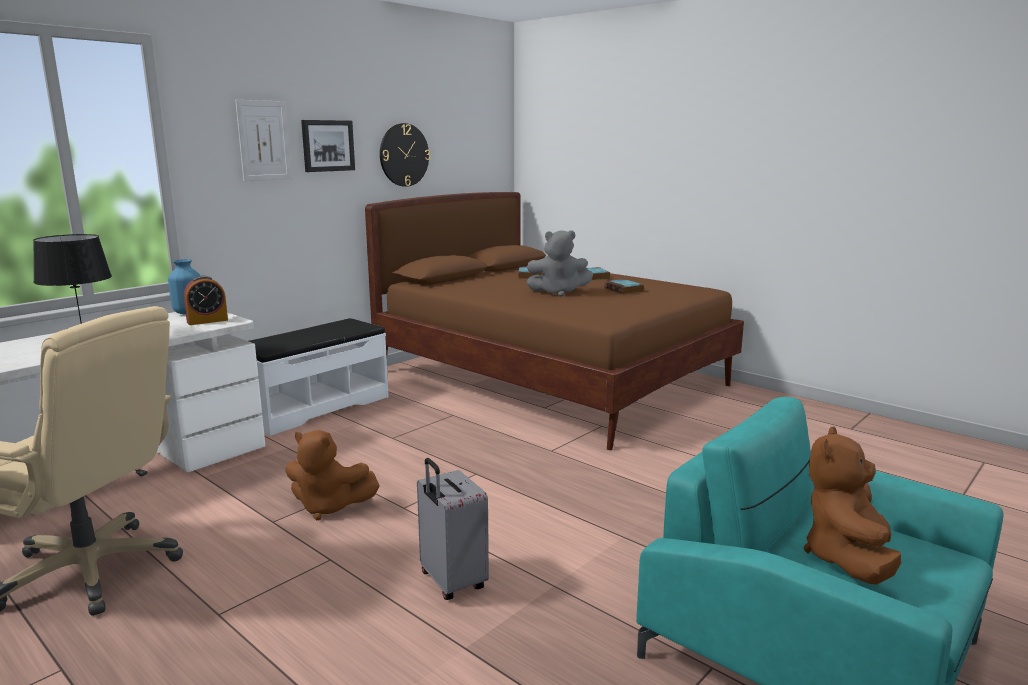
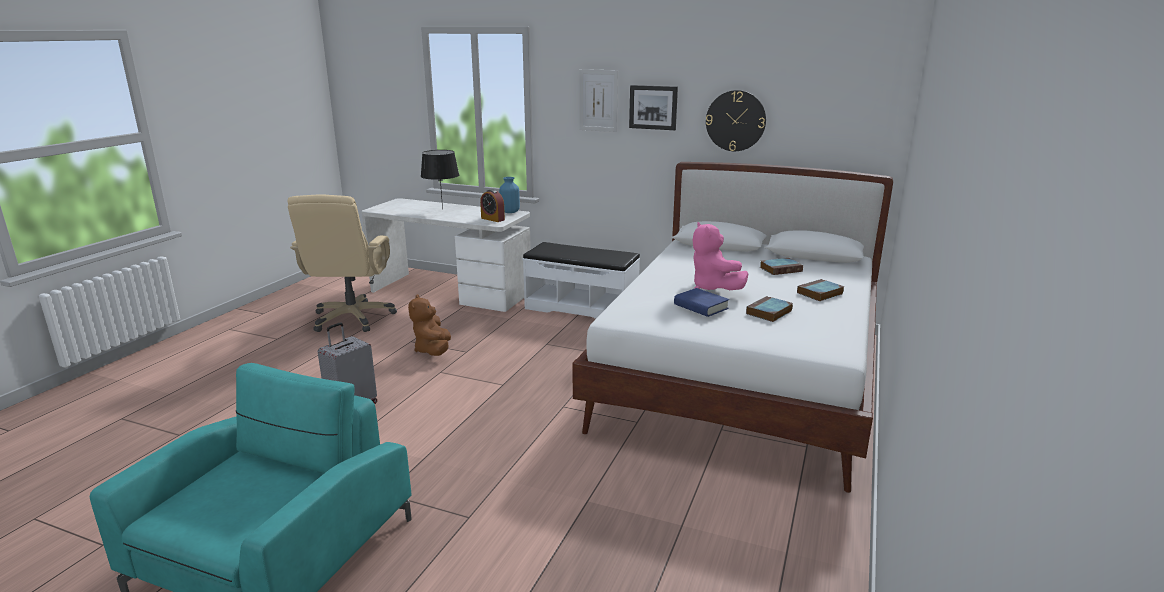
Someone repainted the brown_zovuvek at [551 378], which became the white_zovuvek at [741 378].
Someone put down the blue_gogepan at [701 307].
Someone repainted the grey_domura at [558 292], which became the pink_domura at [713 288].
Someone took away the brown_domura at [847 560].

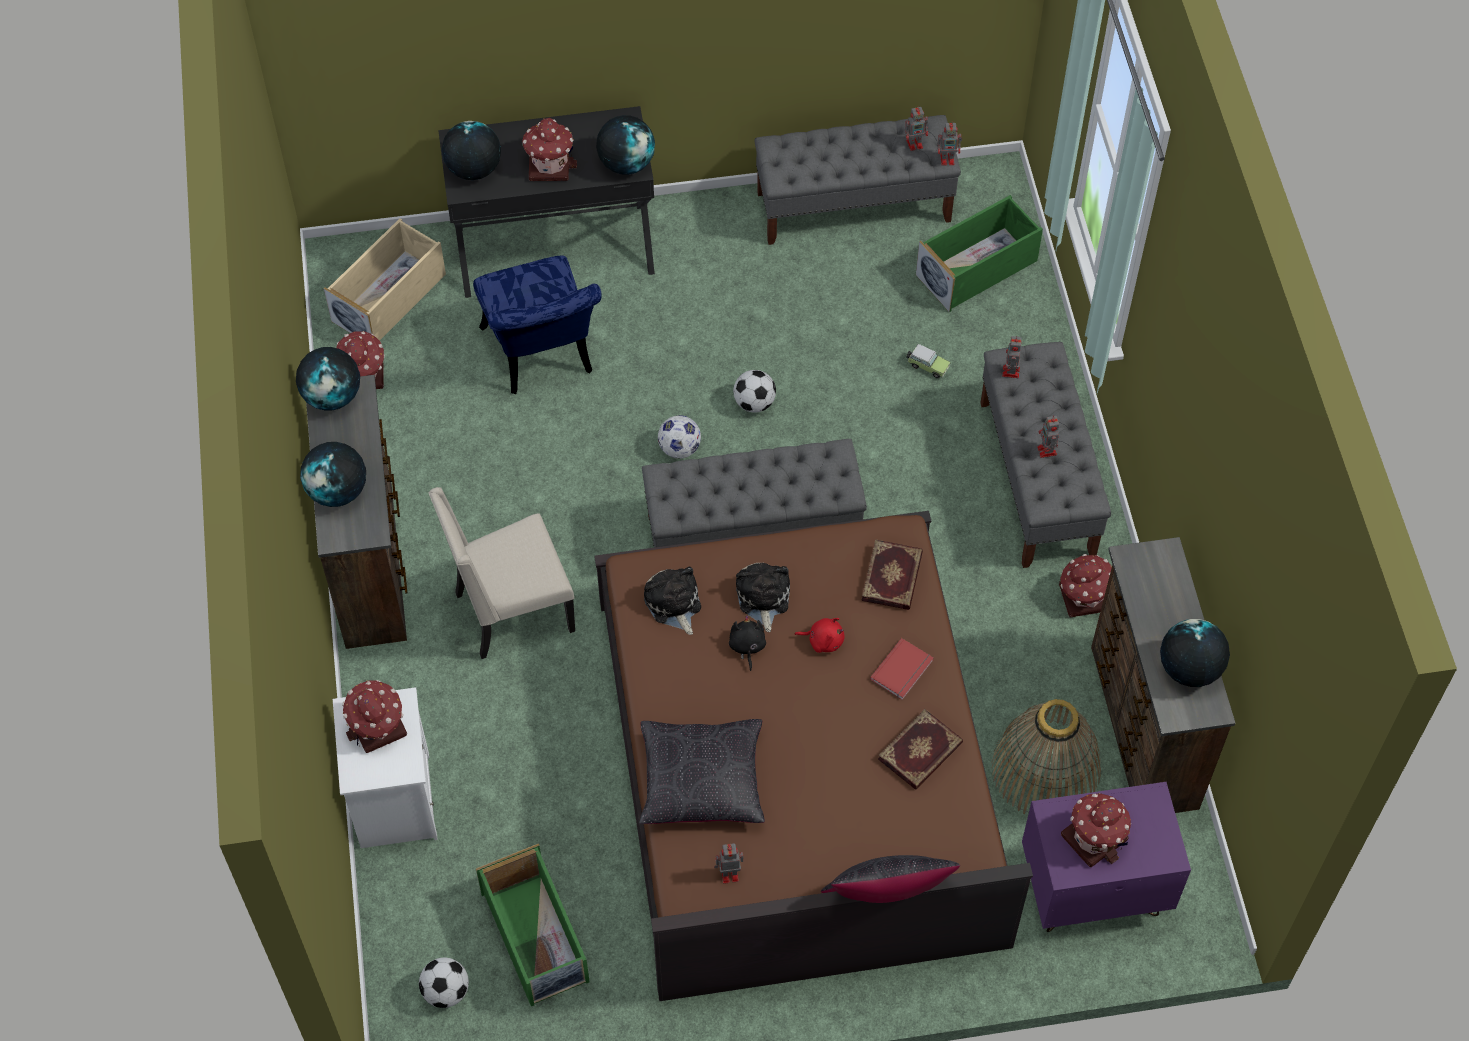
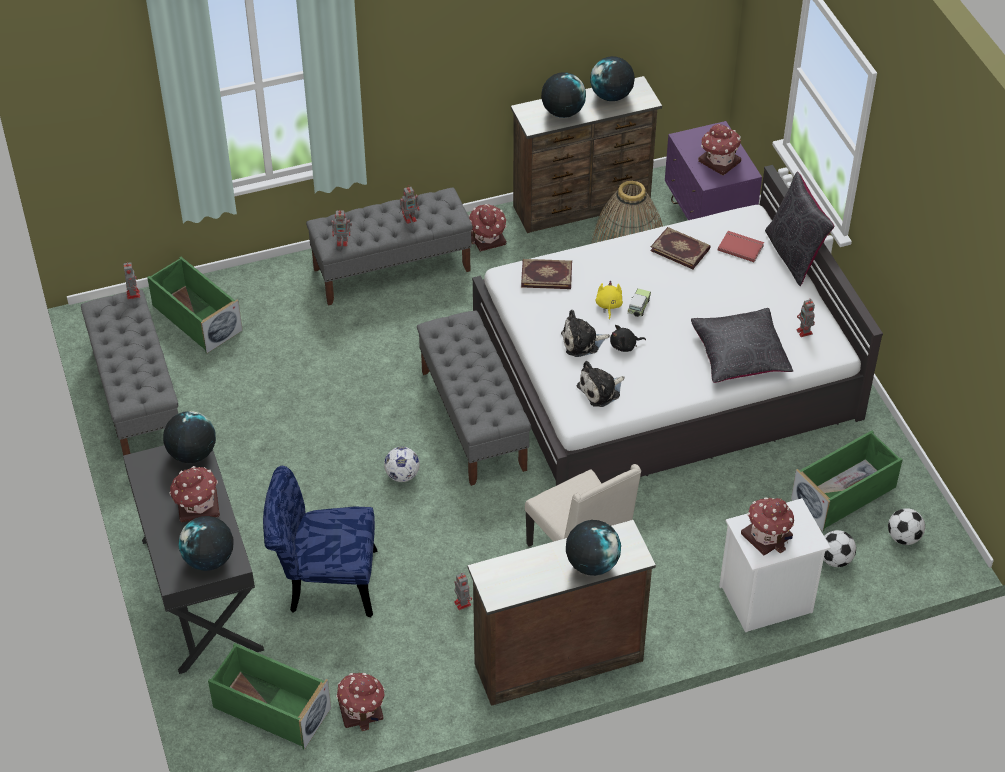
Someone repainted the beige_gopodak at [390 297], which became the green_gopodak at [270 708].
Someone rotated the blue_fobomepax at [541 358] by 150 degrees counterclockwise.
Someone carried the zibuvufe from [915 143] to [462 602].
Someone repainted the brown_zovuvek at [797 768], which became the white_zovuvek at [665 371].
Someone carried the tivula from [332 396] to [562 112].
Someone repainted the red_domura at [823 640], which became the yellow_domura at [608 306].
Someone carried the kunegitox from [927 366] to [638 308].
Someone carried the red_gogepan from [903 671] to [741 247].
Someone carried the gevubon from [754 403] to [835 559].

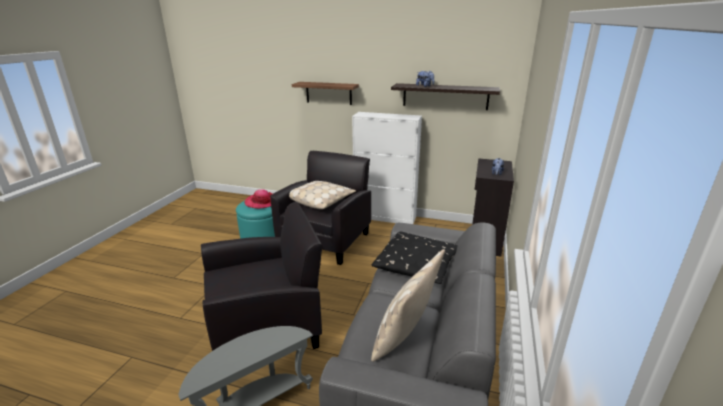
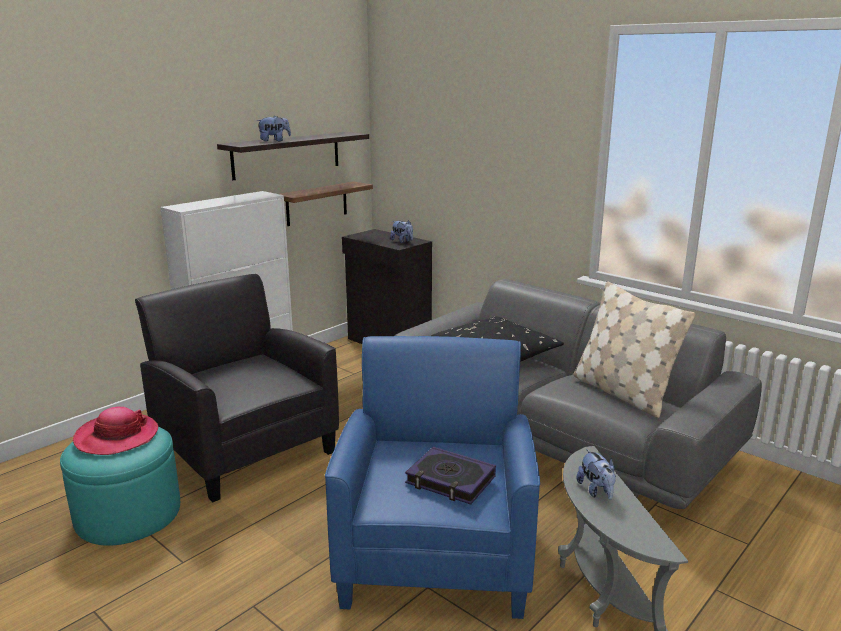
Someone carried the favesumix from [328 93] to [316 203].
Someone repainted the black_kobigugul at [266 327], which became the blue_kobigugul at [436 554].
Someone put down the gogepan at [450 480].
Someone put down the domura at [596 491].
Someone took away the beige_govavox at [320 200].

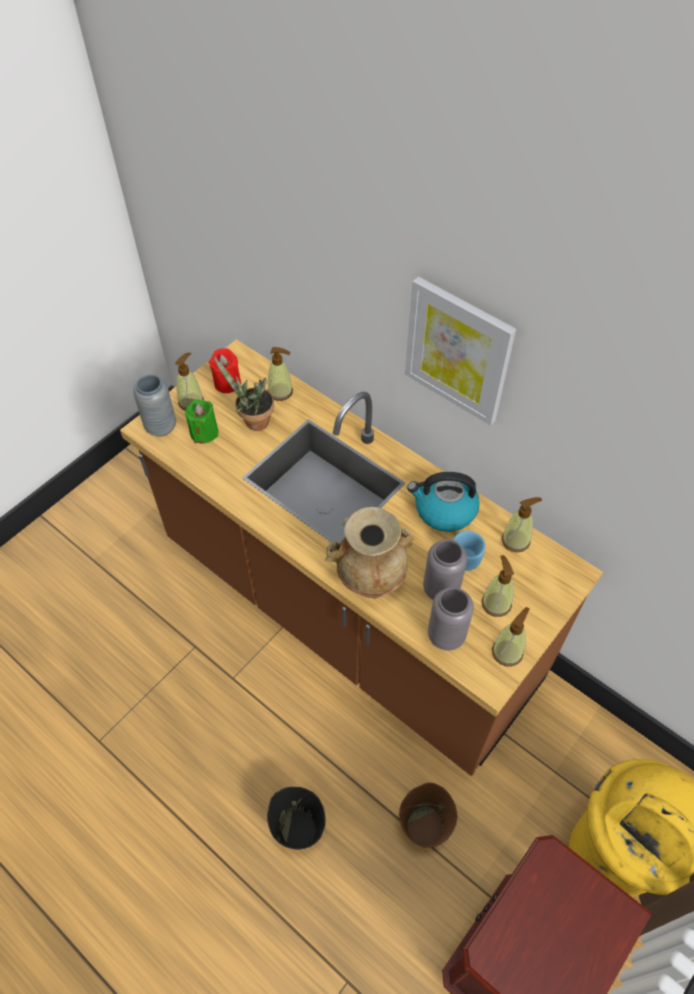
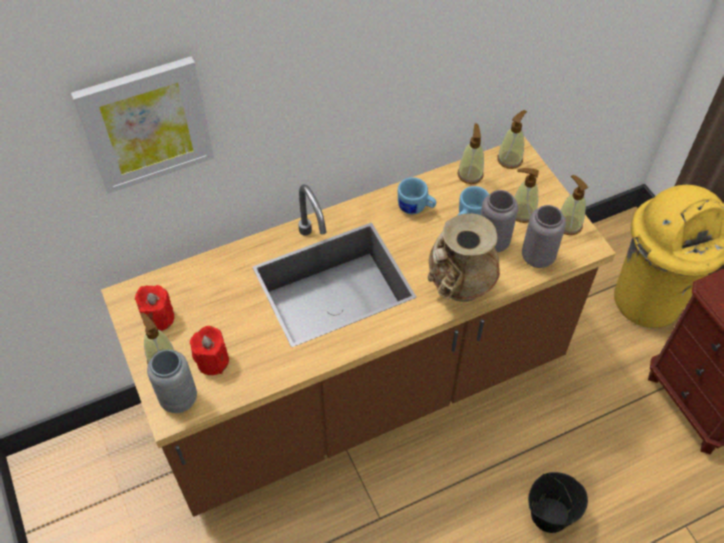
Someone carried the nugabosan from [458 351] to [146 124].
Someone repainted the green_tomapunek at [204 432], which became the red_tomapunek at [212 361].
Someone swapped the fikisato at [444 510] for the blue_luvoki at [416 208].
Someone carried the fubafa from [280 392] to [510 159].
Someone took away the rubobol at [253 422].
Someone took away the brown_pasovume at [424 826].

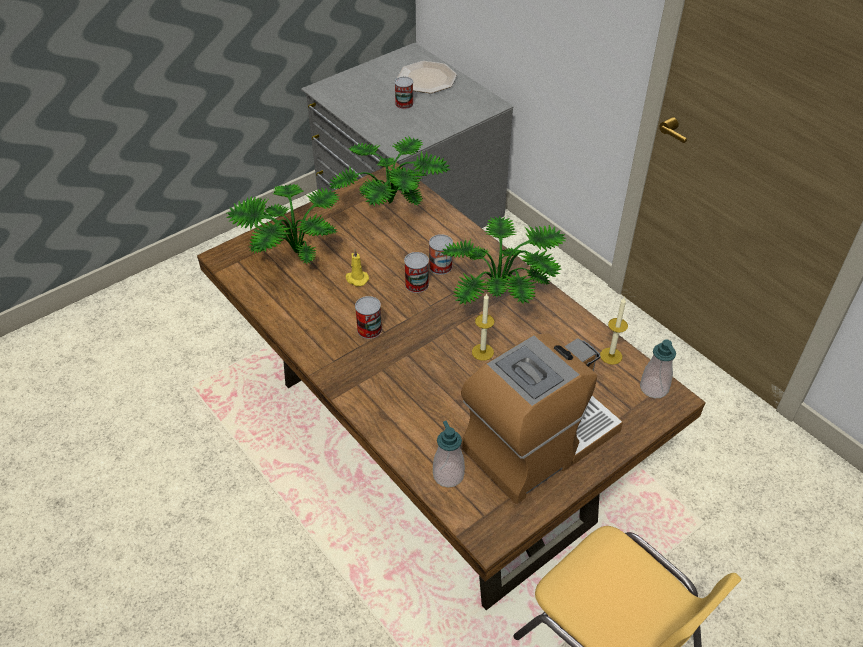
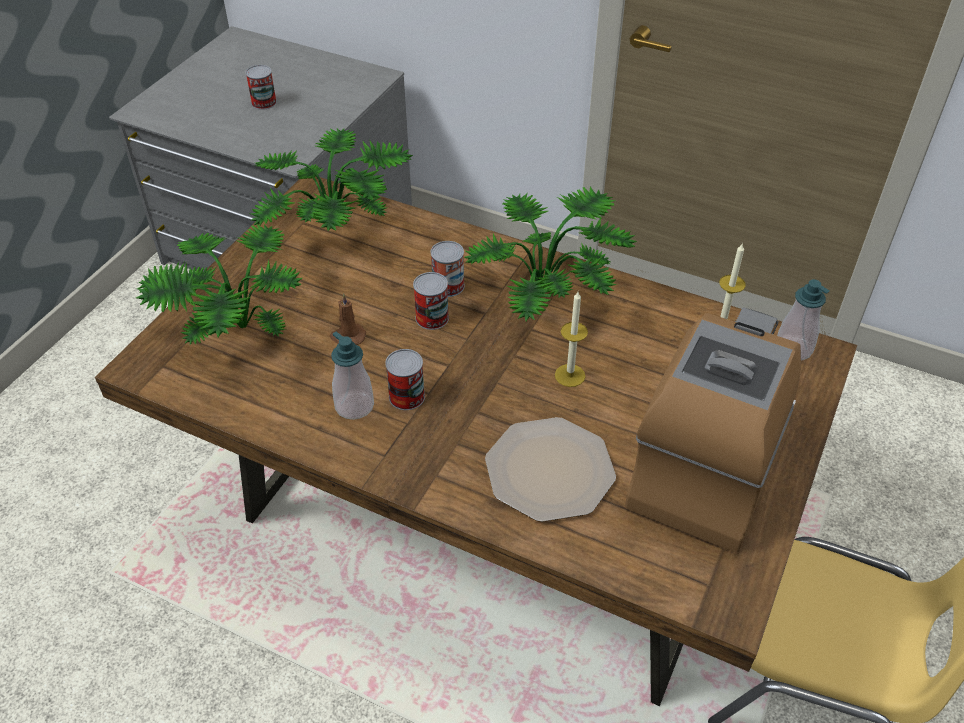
Someone repainted the yellow_tomapunek at [356 279], which became the brown_tomapunek at [347 336].
Someone carried the fubafa from [448 475] to [354 406].
Someone carried the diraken from [426 78] to [548 470].

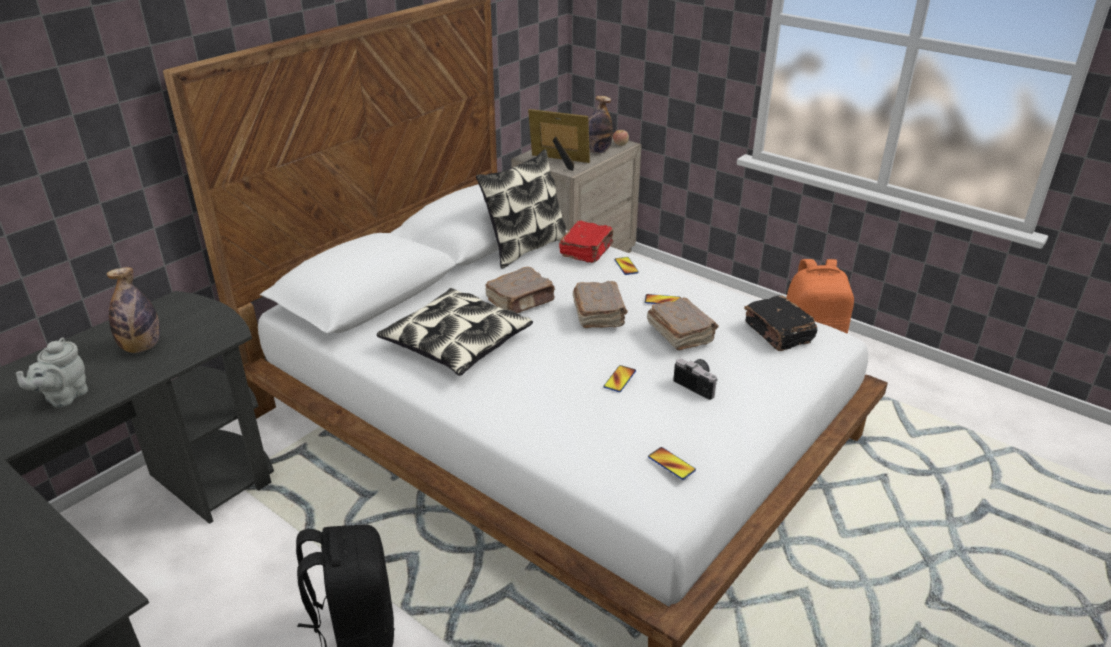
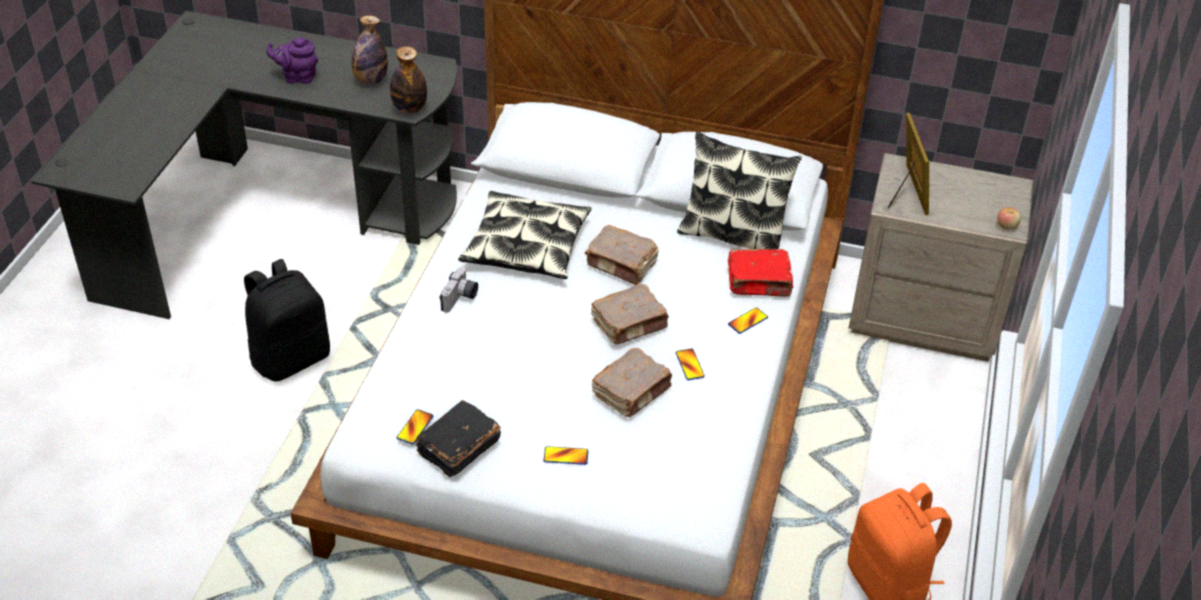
Someone repainted the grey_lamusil at [64 397], which became the purple_lamusil at [297 77].
Someone carried the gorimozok from [597 151] to [409 109].
Someone carried the black_gogepan from [778 333] to [457 449].
Someone carried the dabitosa from [698 384] to [460 299].
Someone carried the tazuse from [619 379] to [566 456].

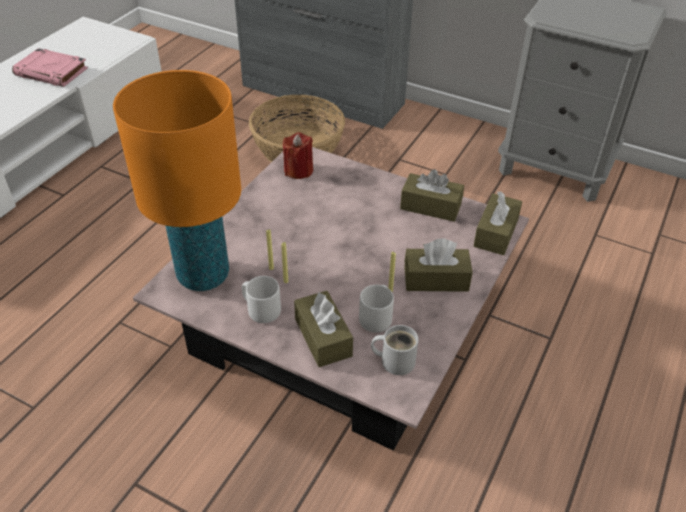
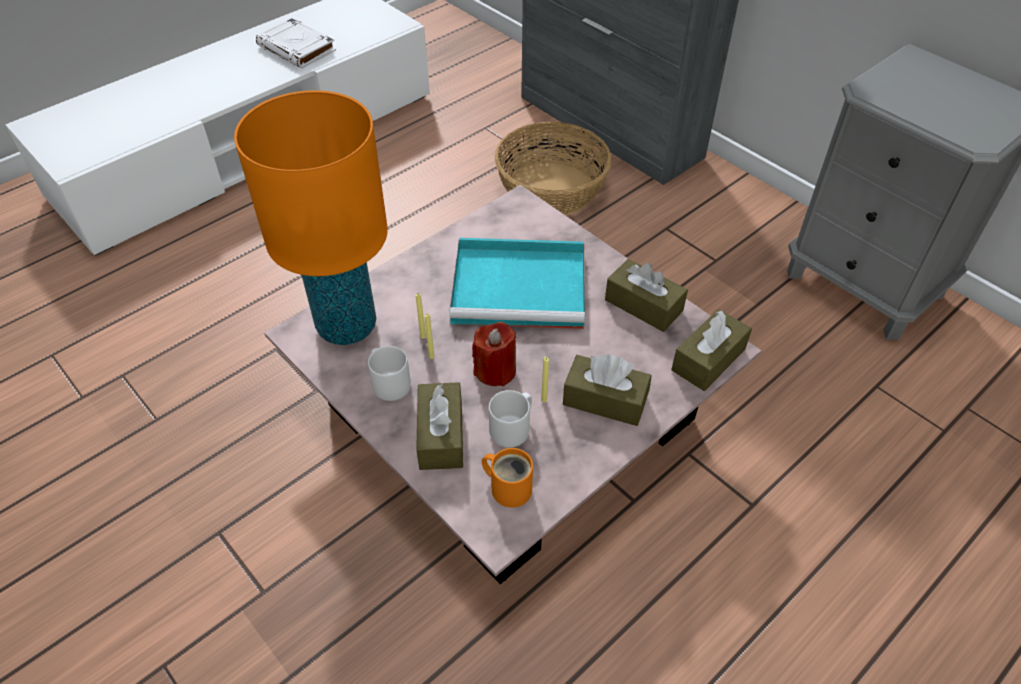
Someone repainted the pink_gogepan at [52 72], which became the white_gogepan at [297 49].
Someone put down the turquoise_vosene at [522 287].
Someone carried the red_tomapunek from [298 170] to [495 370].
Someone repainted the white_luvoki at [395 360], which became the orange_luvoki at [509 486].

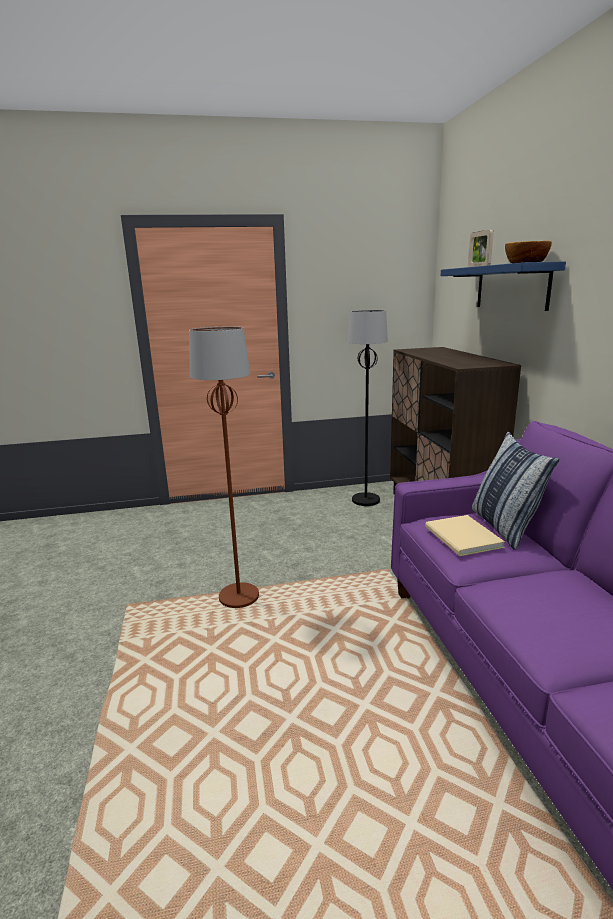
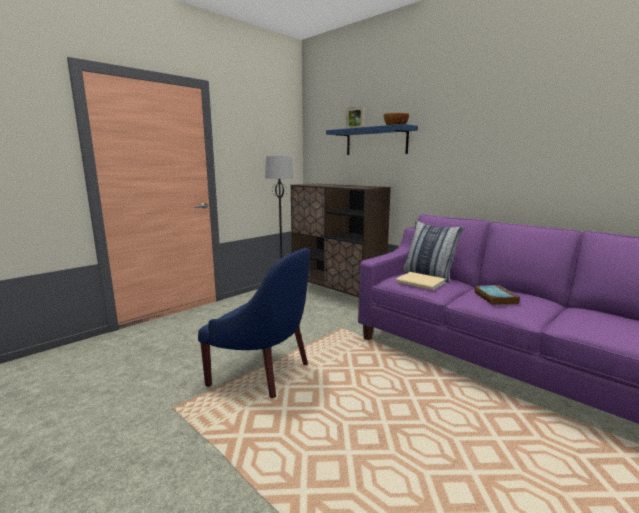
Someone swapped the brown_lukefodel at [239 597] for the blue_kobigugul at [264 372].
Someone put down the gogepan at [494 297].

